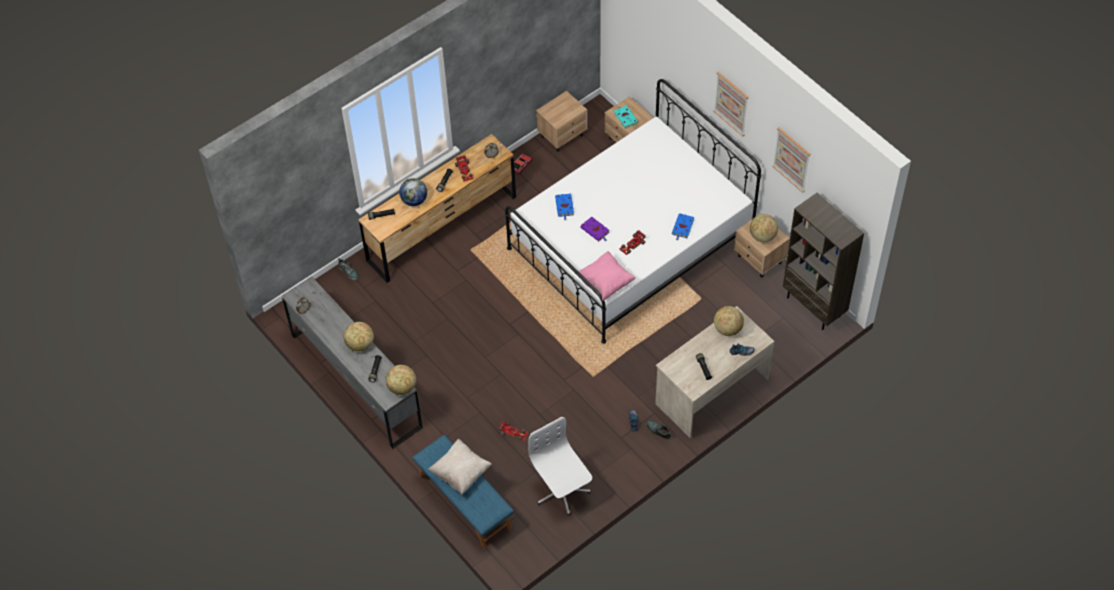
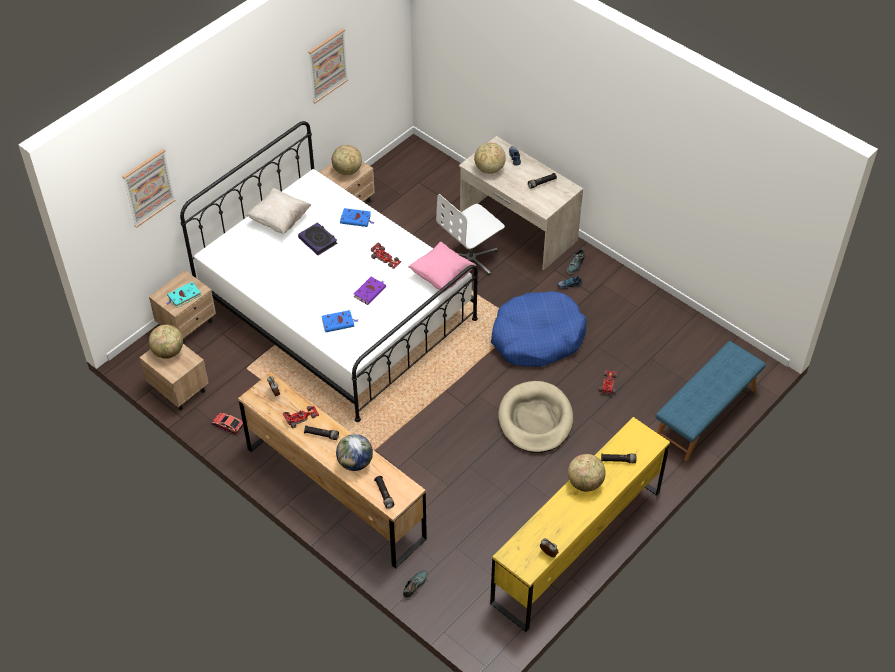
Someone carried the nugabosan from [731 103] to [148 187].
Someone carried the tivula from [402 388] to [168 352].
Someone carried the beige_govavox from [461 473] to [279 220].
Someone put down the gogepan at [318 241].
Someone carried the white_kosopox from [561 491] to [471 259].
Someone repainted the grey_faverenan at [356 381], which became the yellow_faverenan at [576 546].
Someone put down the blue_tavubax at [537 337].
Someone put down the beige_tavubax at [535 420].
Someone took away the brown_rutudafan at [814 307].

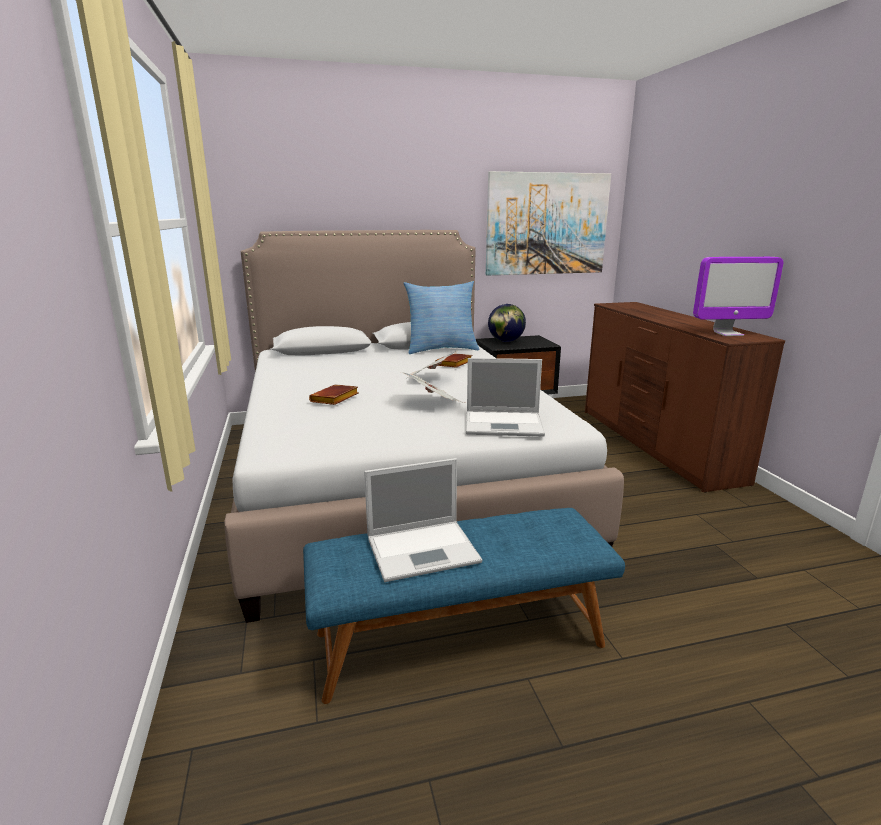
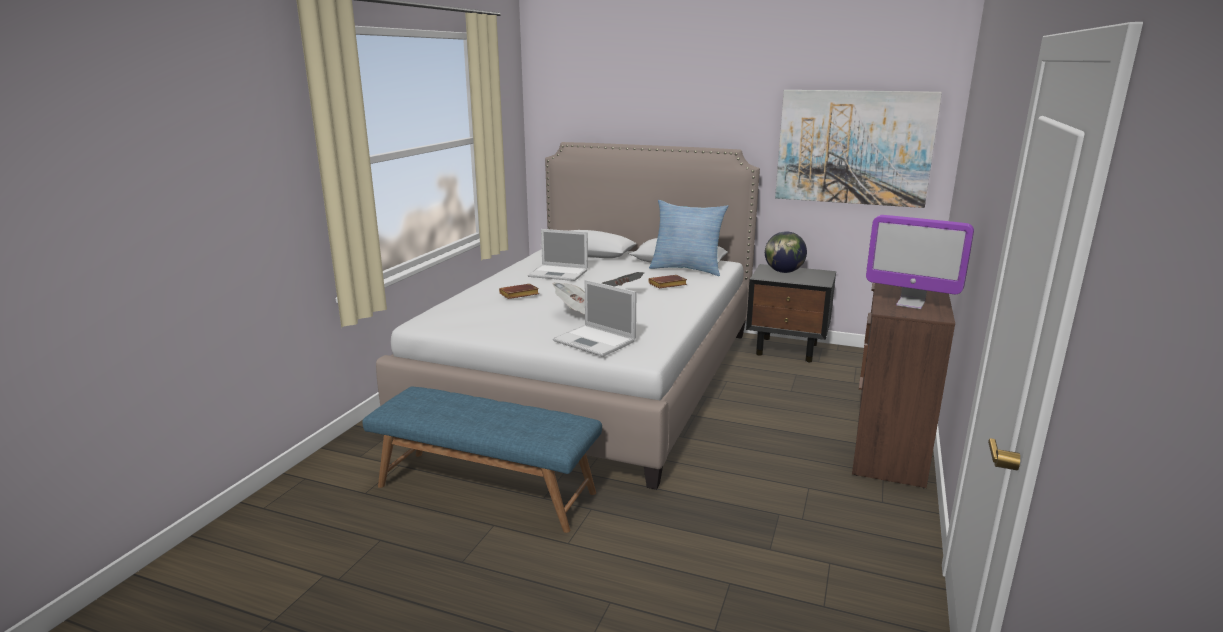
Someone carried the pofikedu from [424 549] to [559 273].

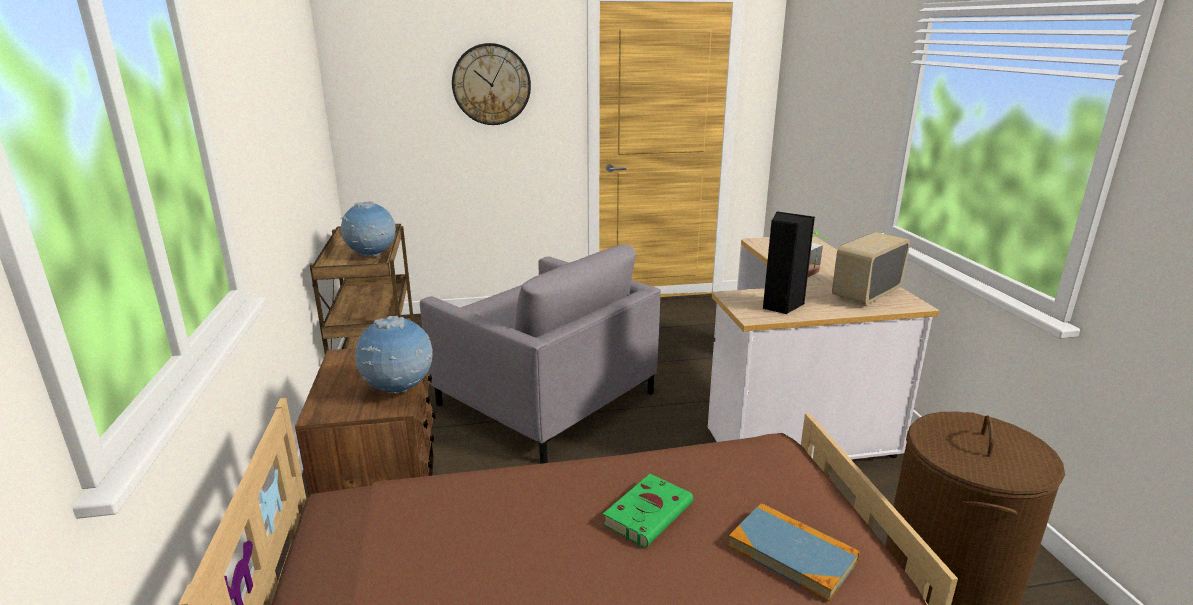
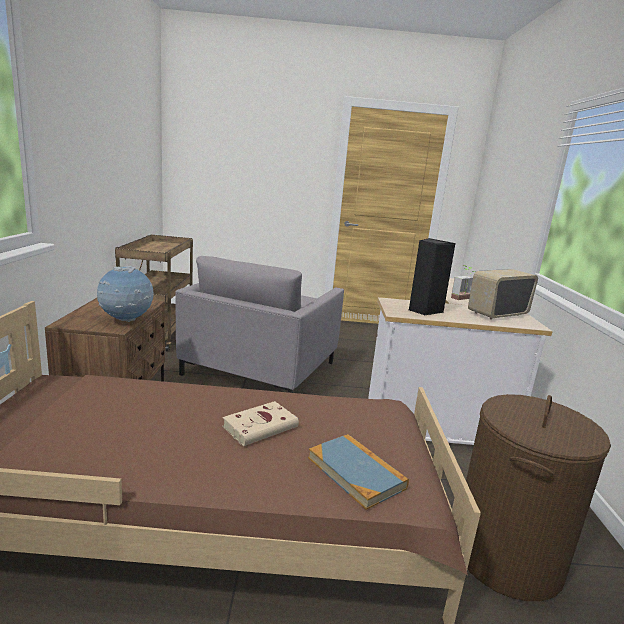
Someone rotated the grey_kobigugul at [545 399] by 60 degrees clockwise.
Someone repainted the green_gogepan at [649 513], which became the beige_gogepan at [262 426].
Someone took away the tivula at [372 256].
Someone took away the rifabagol at [491 84].

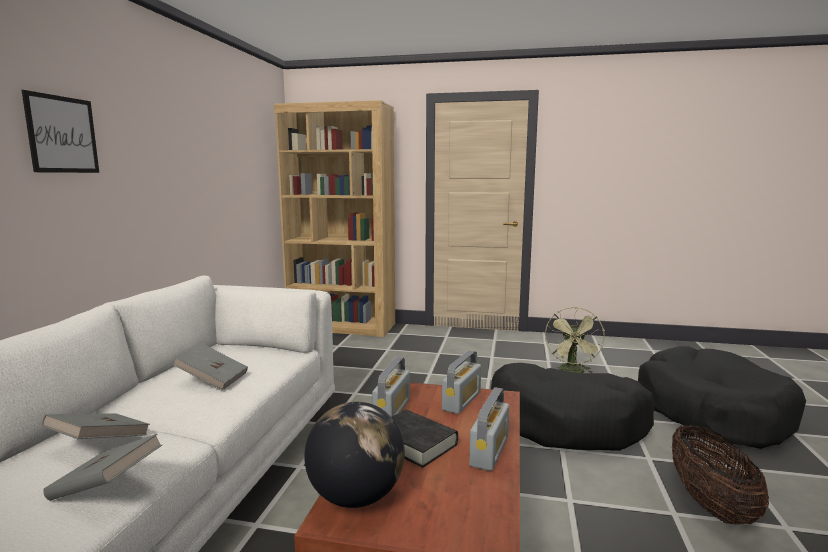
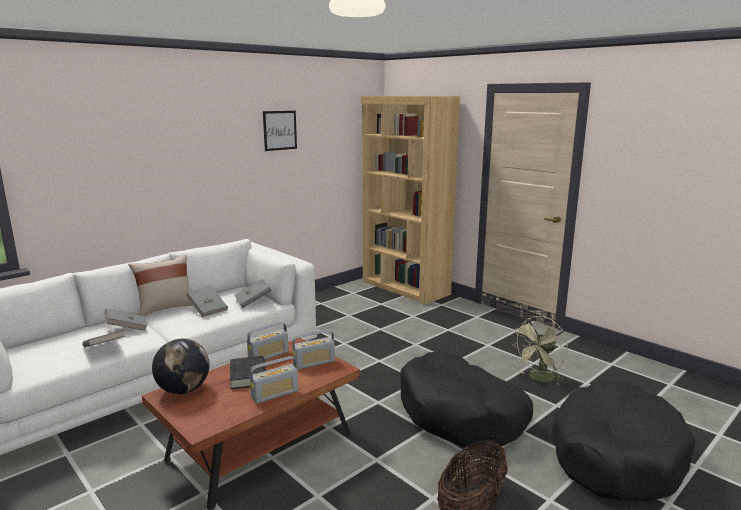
Someone put down the beige_govavox at [165 308].
Someone put down the grey_gogepan at [253 301].
Someone carried the nugabosan from [62 134] to [280 130].

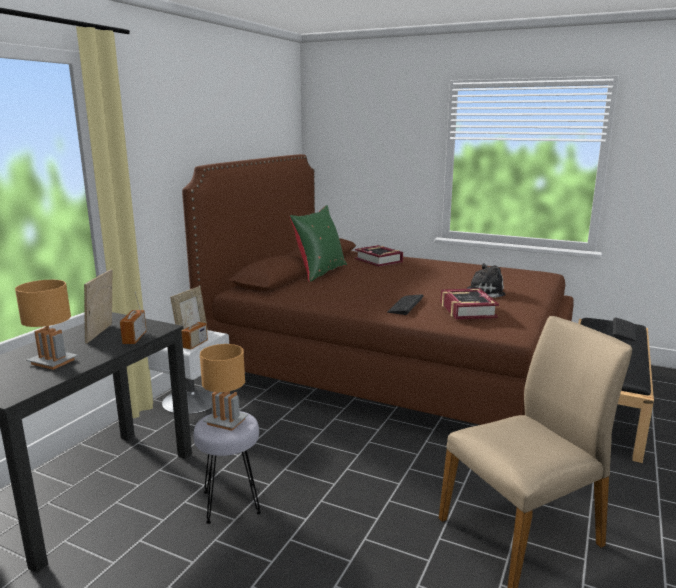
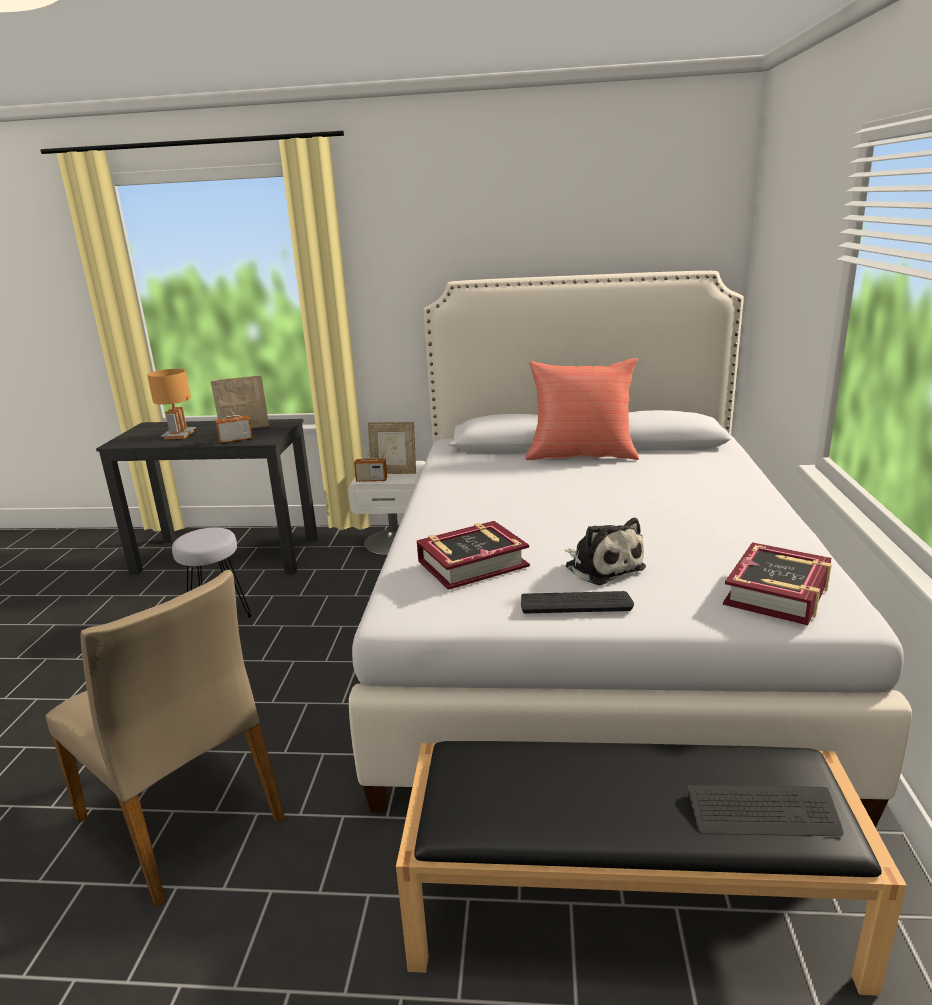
Someone repainted the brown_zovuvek at [389 365], which became the white_zovuvek at [589 629].
Someone carried the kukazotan from [405 305] to [575 603].
Someone repainted the green_govavox at [320 272], which became the red_govavox at [581 455].
Someone carried the gogepan from [378 260] to [778 593].
Someone took away the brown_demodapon at [226 422].

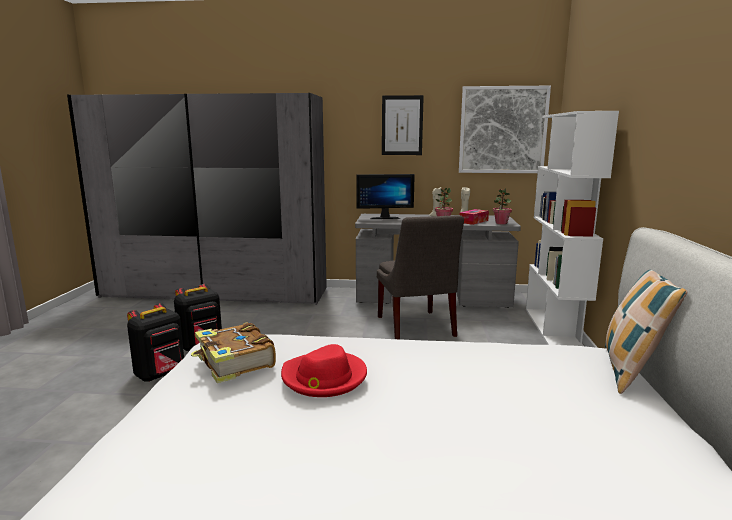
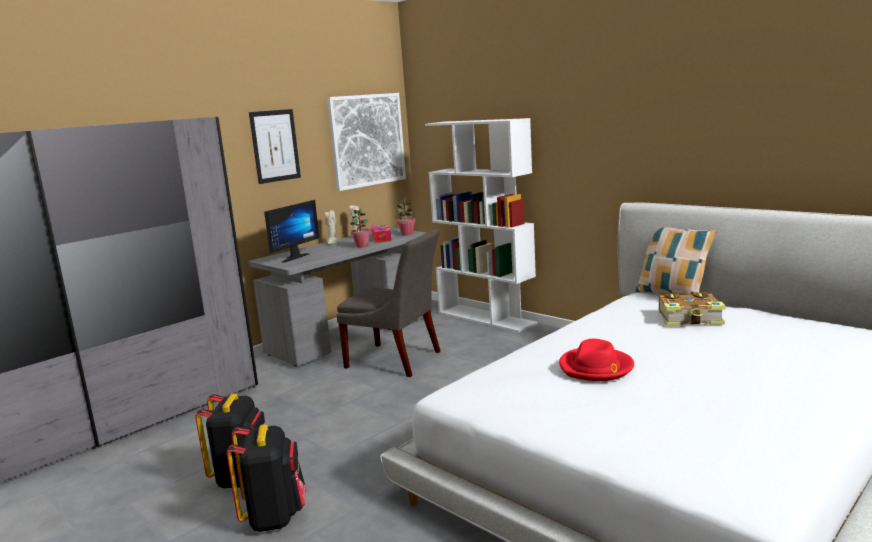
Someone carried the gogepan from [234 363] to [690 319].

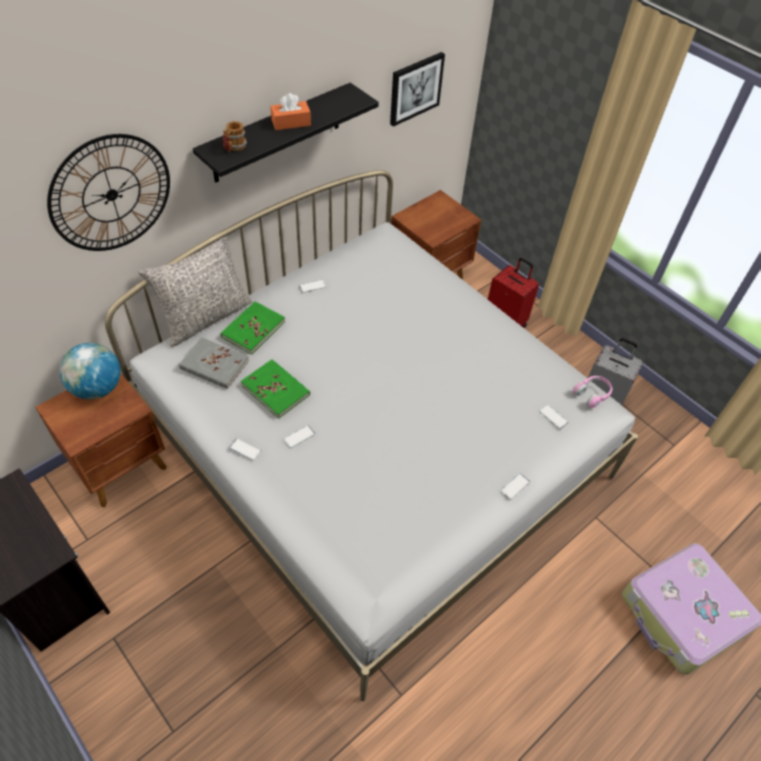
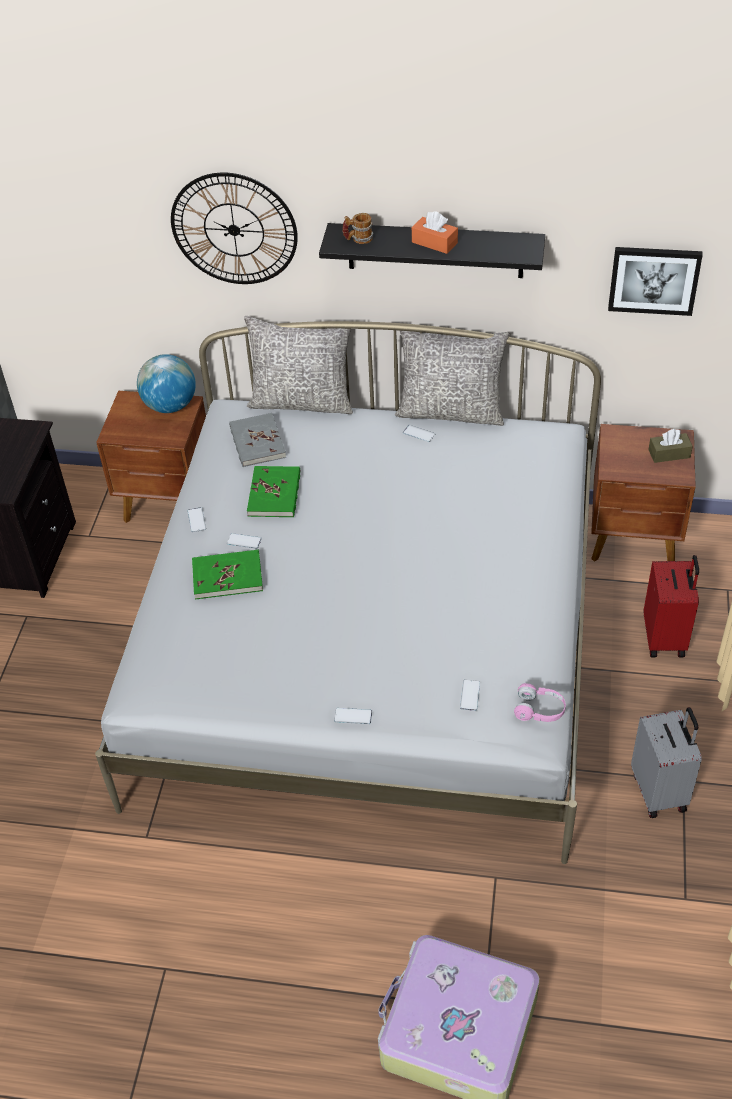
Someone carried the green_gogepan from [253 329] to [227 576].
Someone put down the grey_govavox at [451 411].
Someone put down the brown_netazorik at [669 454].

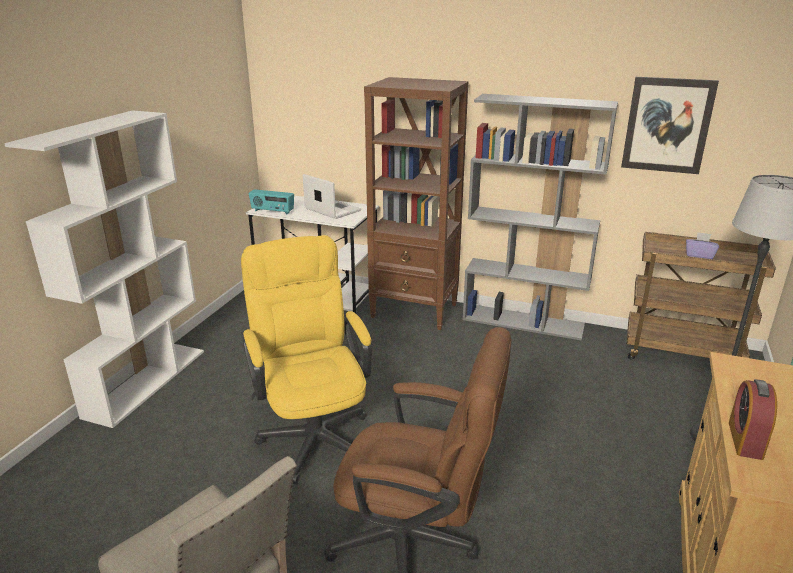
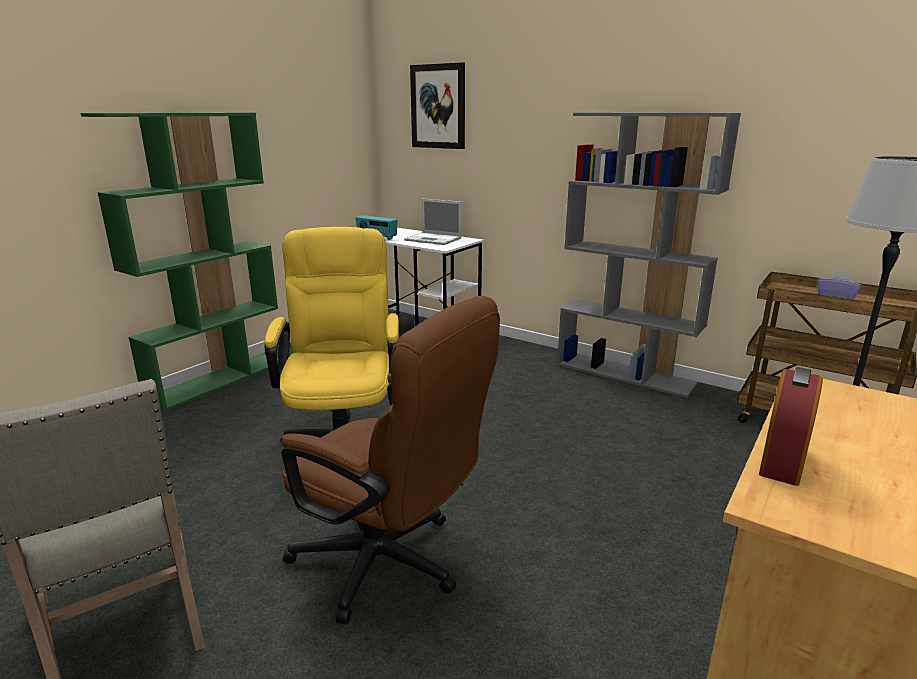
Someone repainted the white_rutudafan at [146 382], which became the green_rutudafan at [218 380].
Someone rotated the pofikedu at [331 209] by 150 degrees clockwise.
Someone carried the nugabosan from [667 125] to [438 106].
Someone took away the brown_rutudafan at [415 311].

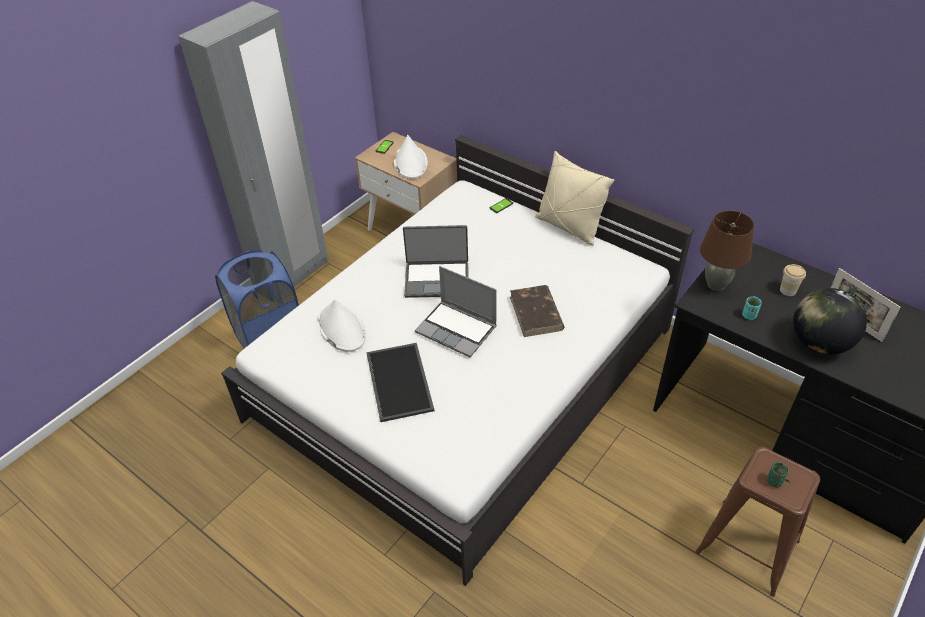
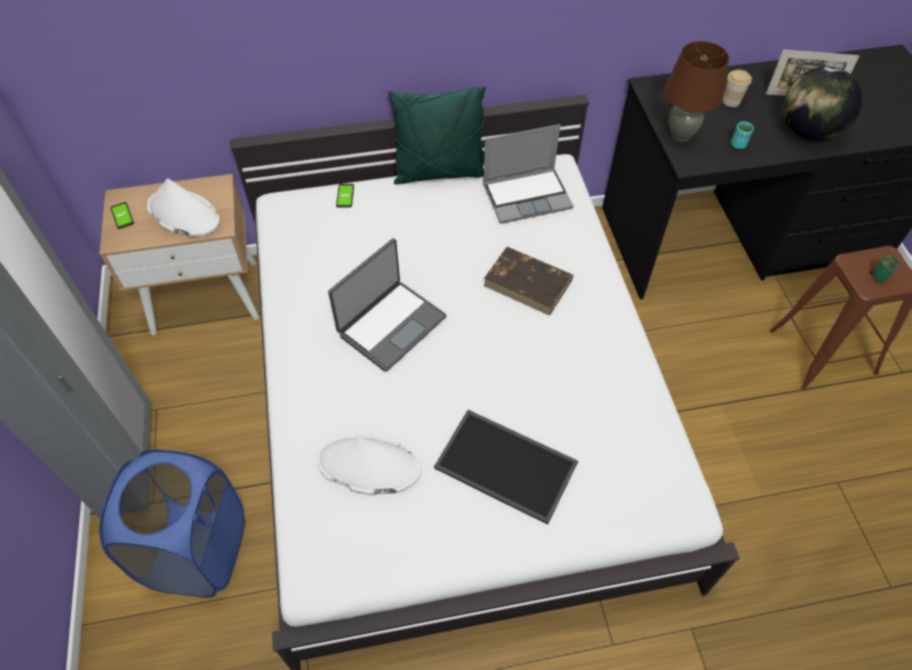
Someone repainted the beige_govavox at [568 227], which became the green_govavox at [439 173].
Someone carried the pofikedu from [457 329] to [527 196].

